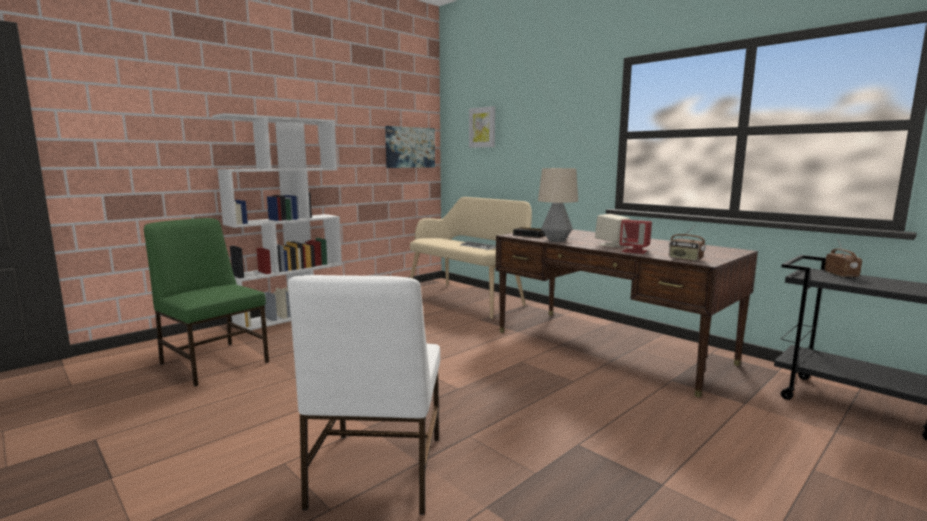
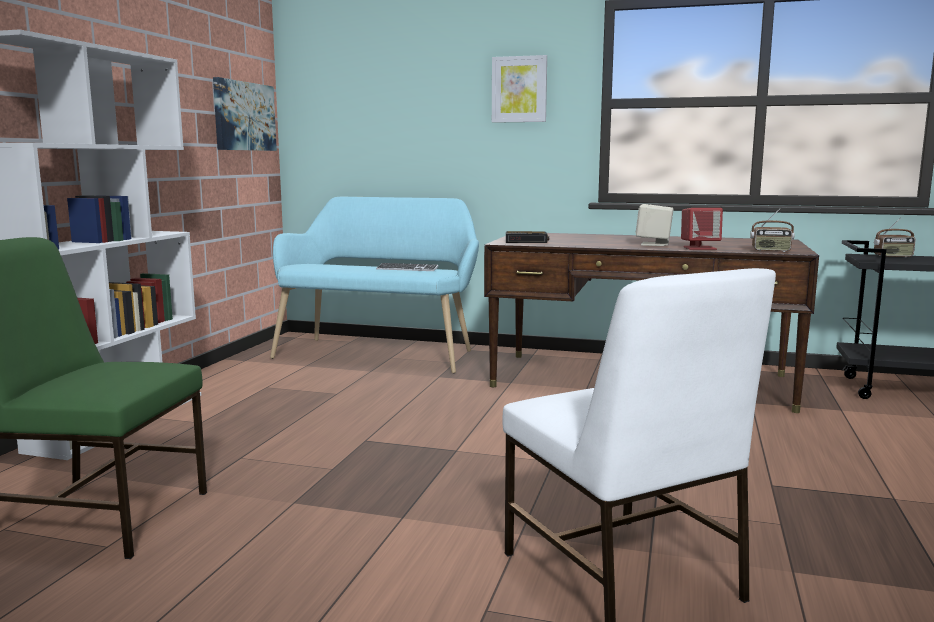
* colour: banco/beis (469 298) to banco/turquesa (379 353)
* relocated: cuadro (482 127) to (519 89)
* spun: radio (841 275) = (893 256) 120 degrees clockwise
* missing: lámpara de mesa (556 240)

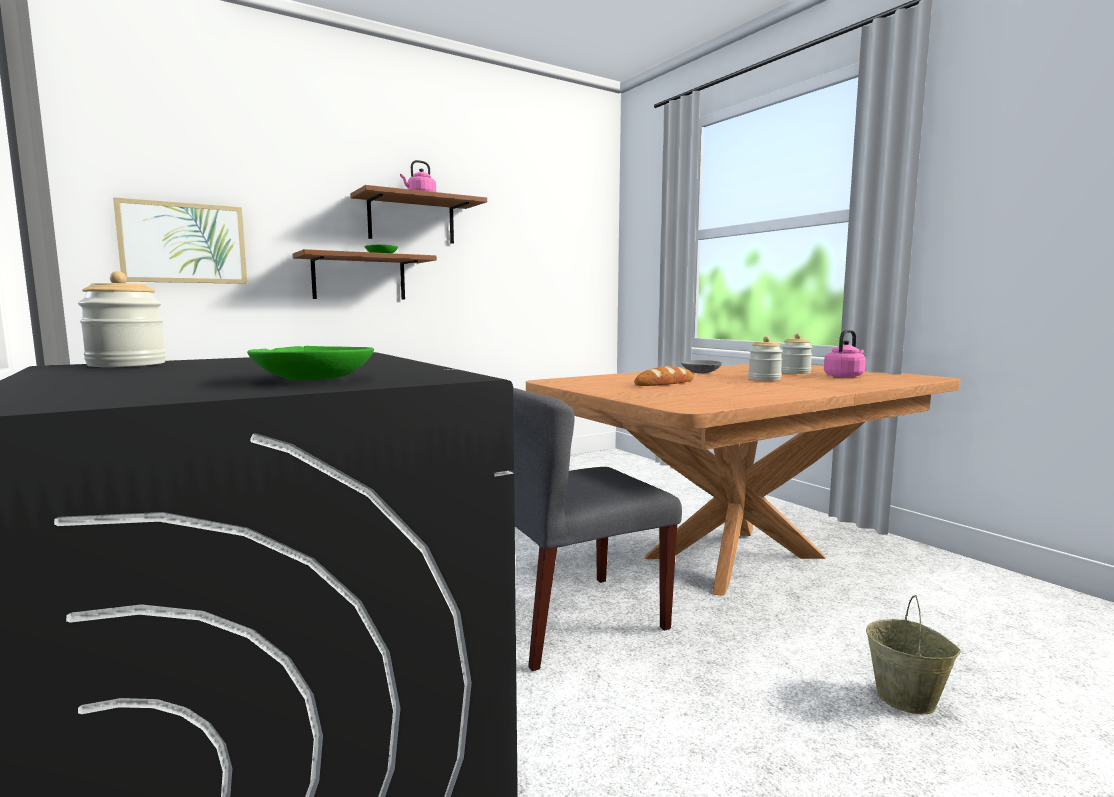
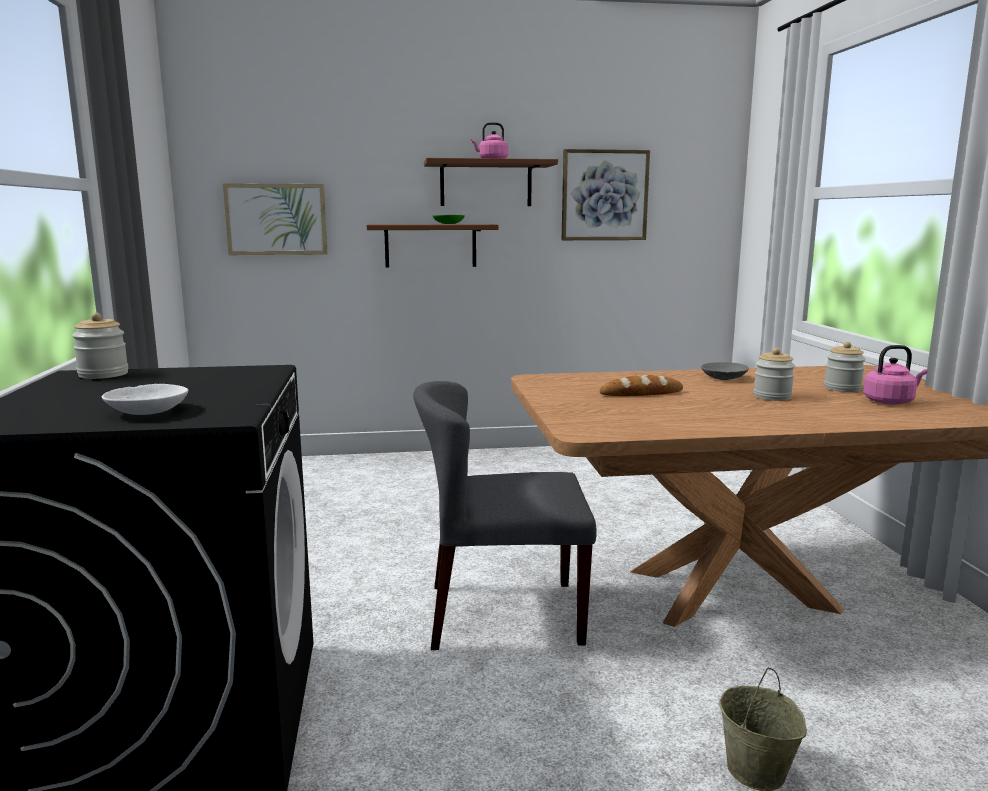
* colour: cuenco/verde (313 379) to cuenco/blanco (148 411)
* appeared: cuadro (604 195)

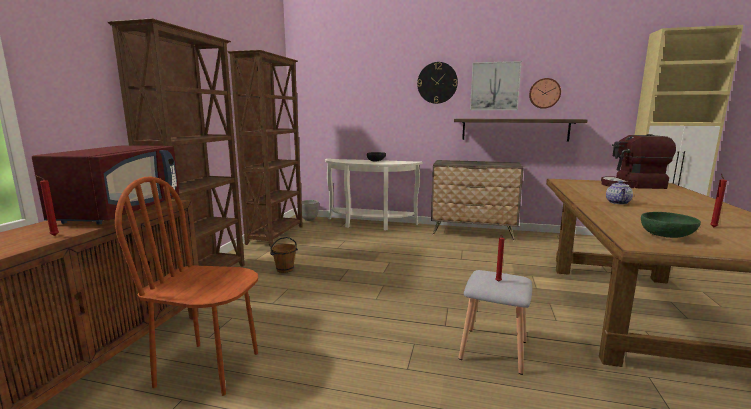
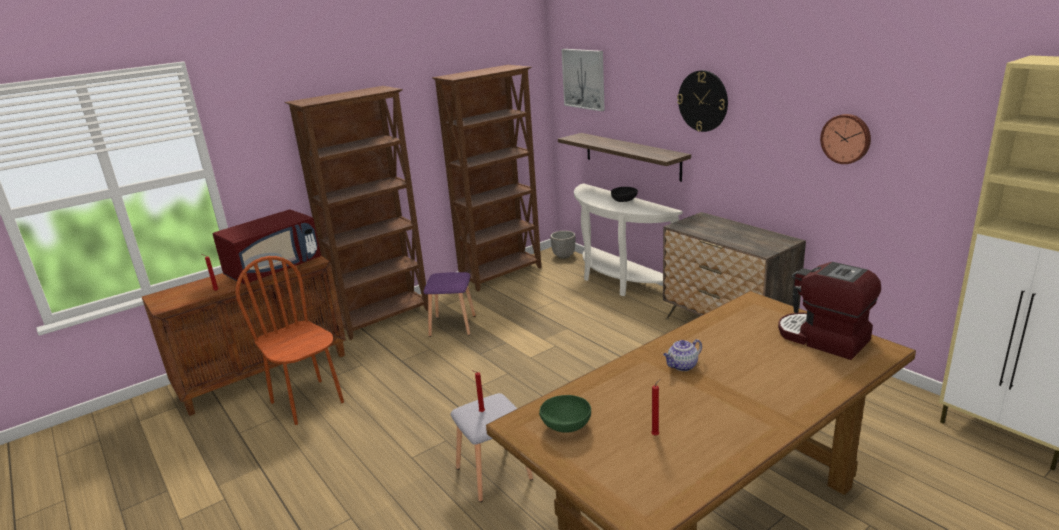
* exchanged: cubo/marrón (285 269) to taburete/morado (453 325)
* relocated: estante (514 129) to (631 156)
* relocated: cuadro (494 86) to (584 79)

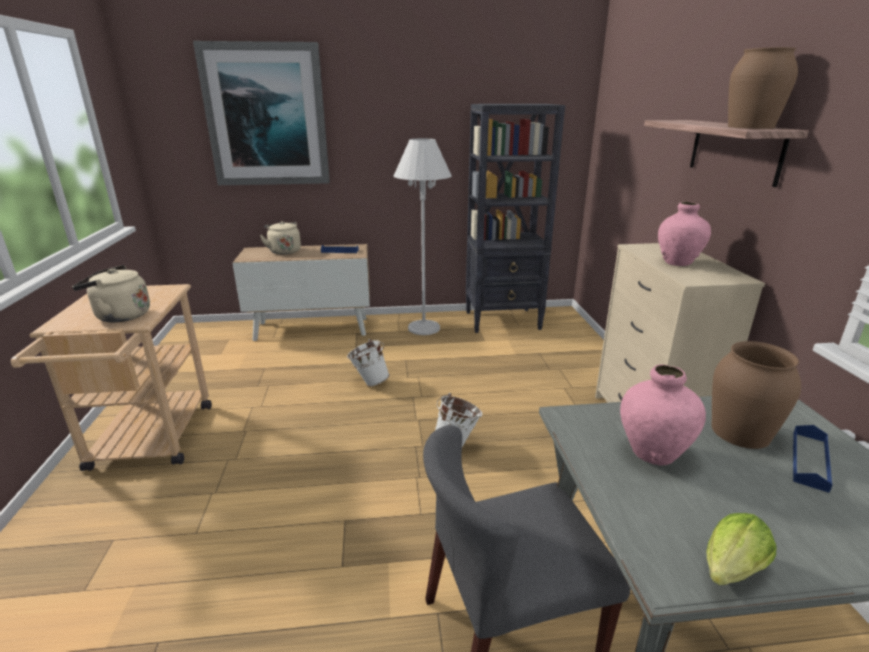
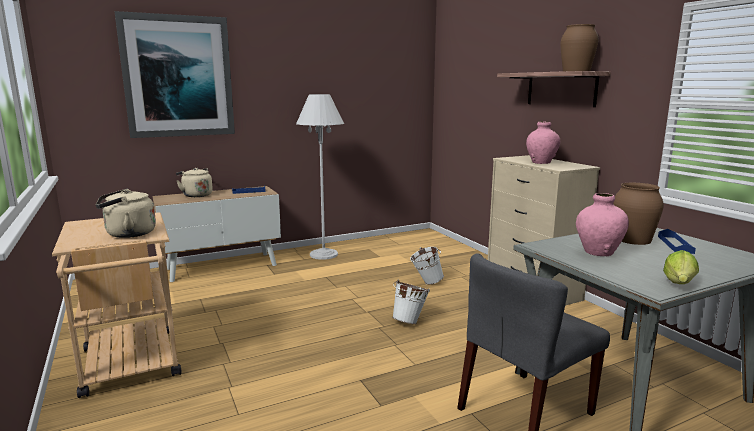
* relocated: cubo/blanco (369 382) to (426 282)
* missing: estantería/negro (503 320)

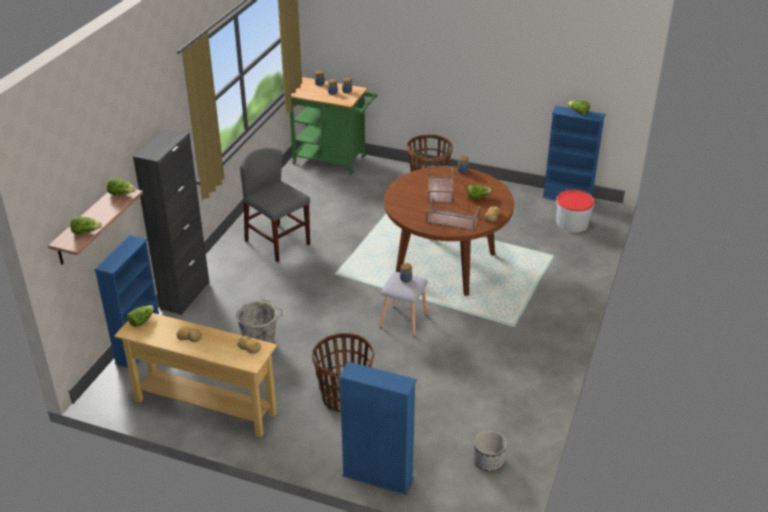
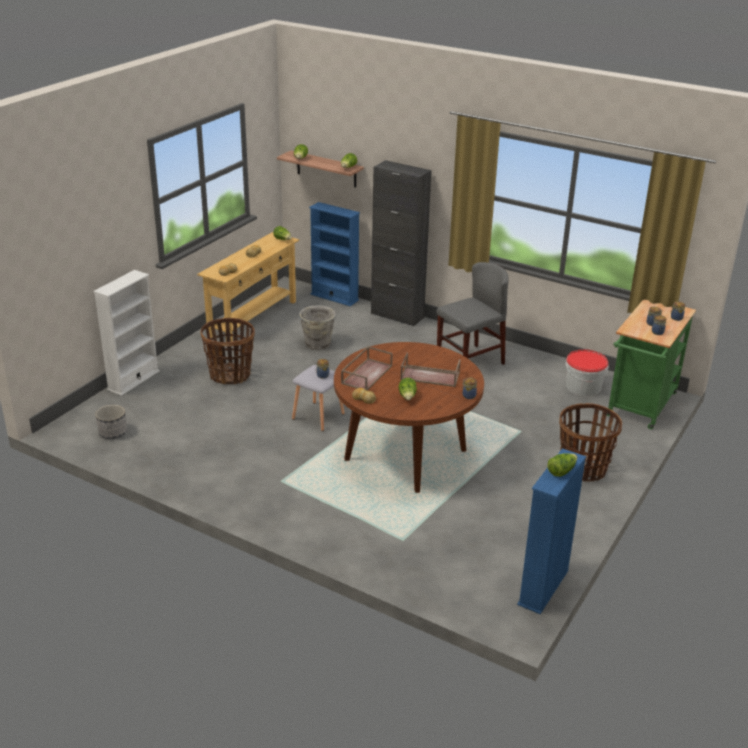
* colour: estantería/azul (378 477) to estantería/blanco (133 380)
* relocated: cubo (572 223) to (583 386)

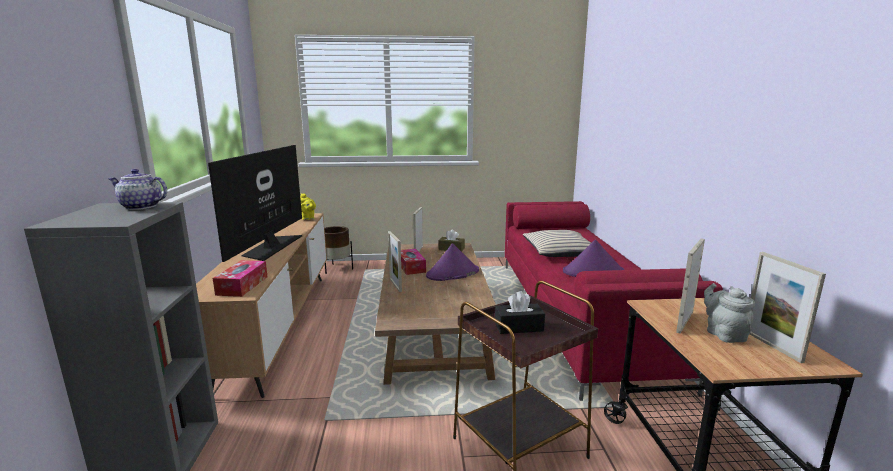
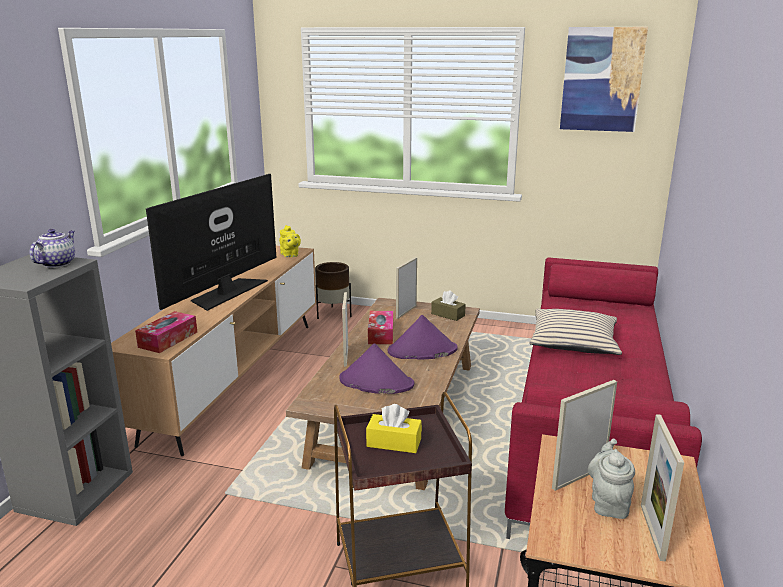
* spun: tetera (140 207) = (57 263) 75 degrees clockwise
* relocated: sombrero/morado (593 272) to (376 382)
* colour: caja de pañuelos/negro (519 327) to caja de pañuelos/amarillo (394 442)
* appeared: cuadro (602 79)

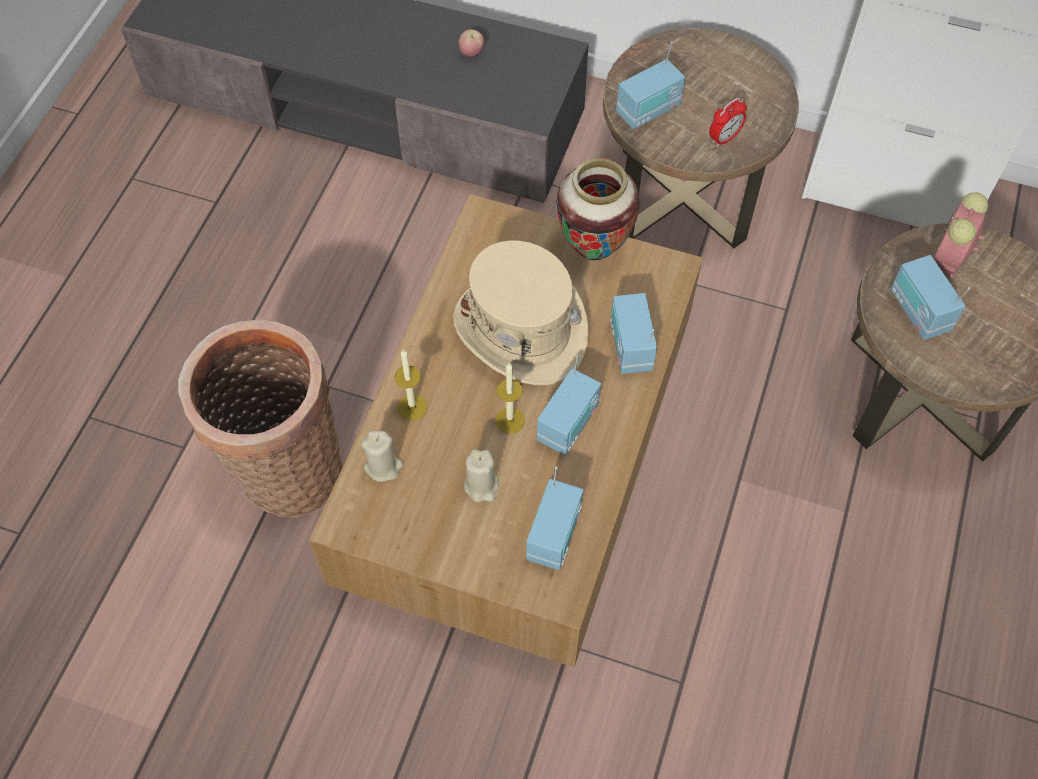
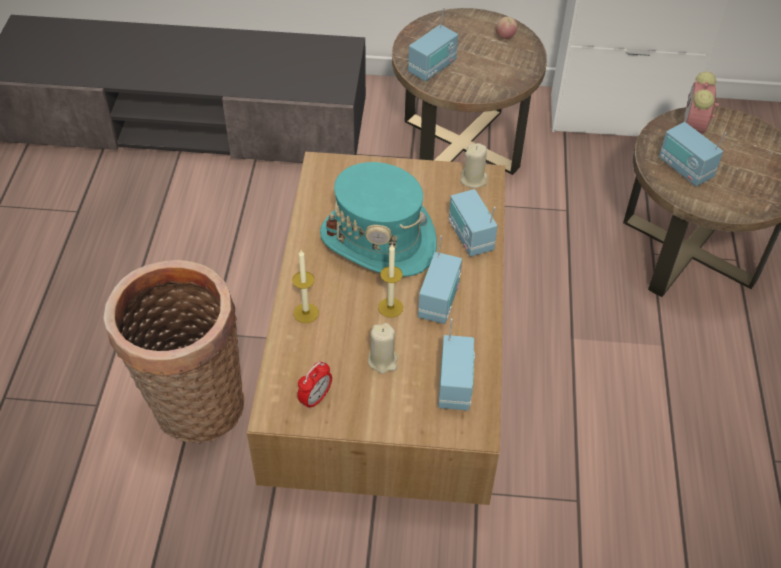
* relocated: despertador (724 138) to (315 398)
* colour: sombrero/beis (521 330) to sombrero/turquesa (378 240)
* relocated: vela/beis (383 466) to (473 179)
* relocated: manzana (471 53) to (505 37)
* missing: florero (594 250)

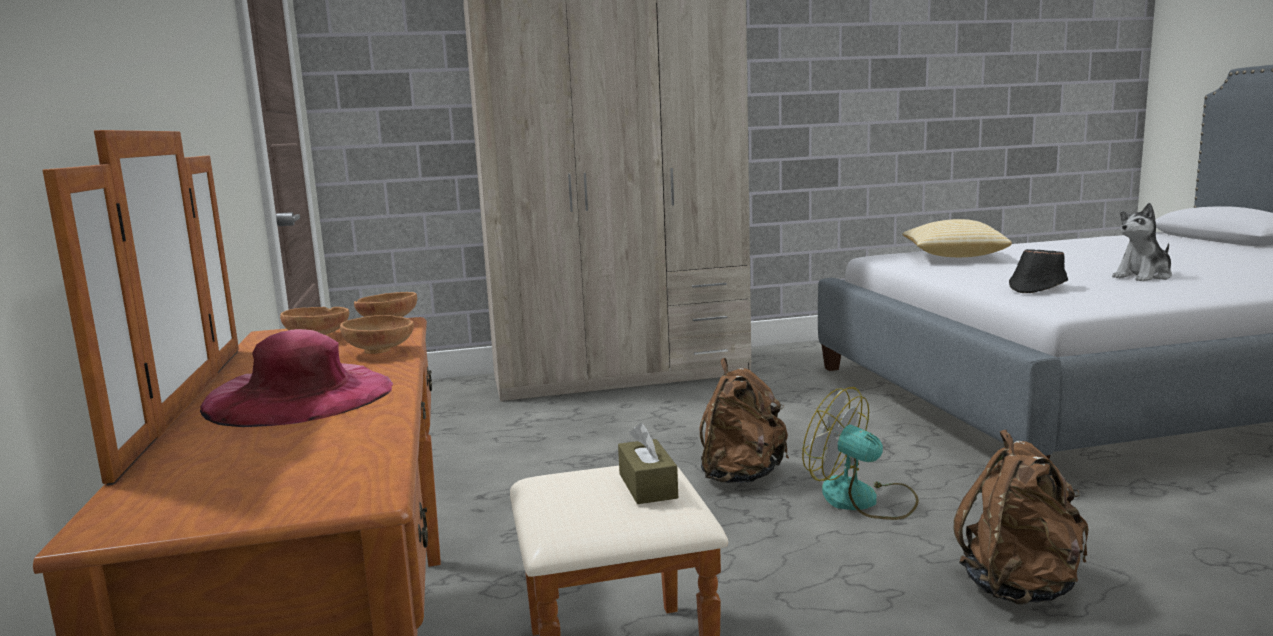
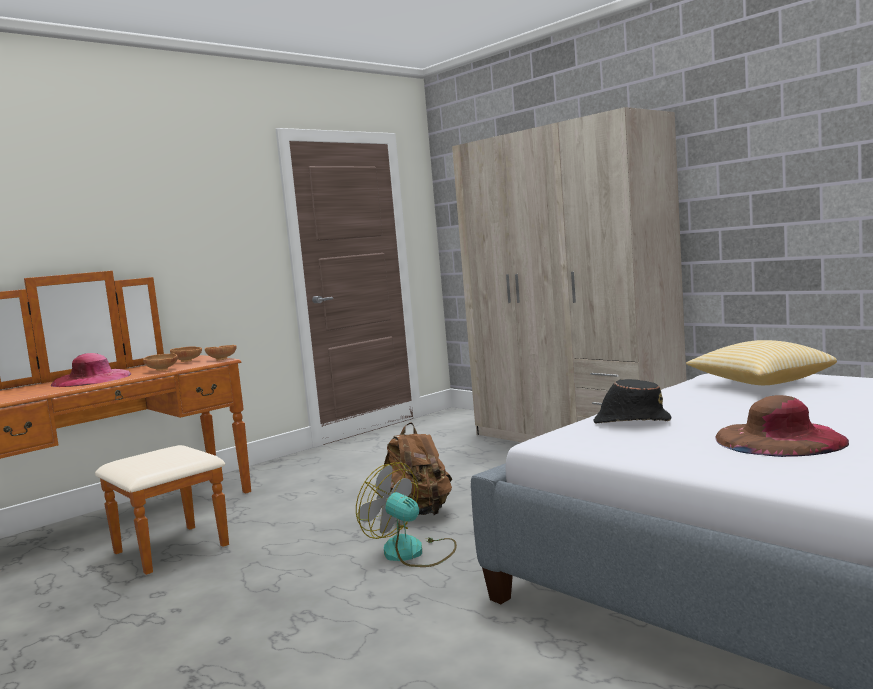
* spun: ventilador (862 500) = (412 553) 60 degrees counterclockwise
* exchanged: peluche (1143 276) to sombrero/marrón (779 439)
* missing: caja de pañuelos/marrón (647 486)
* missing: mochila/marrón (1020 587)

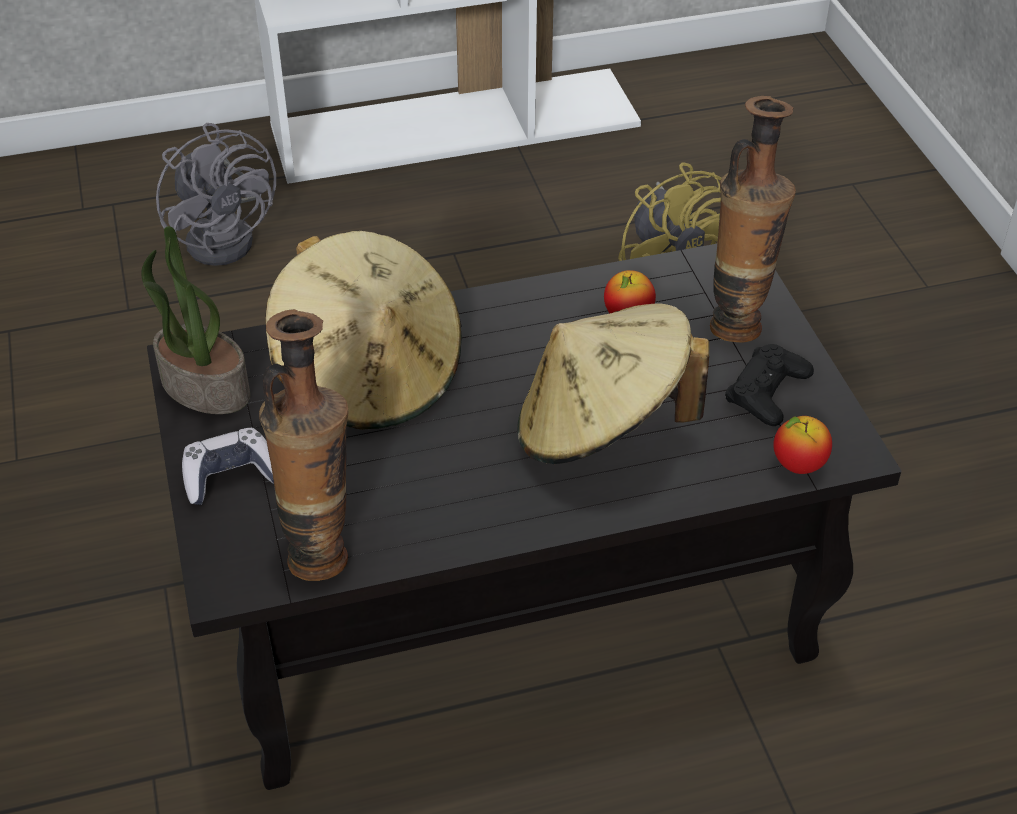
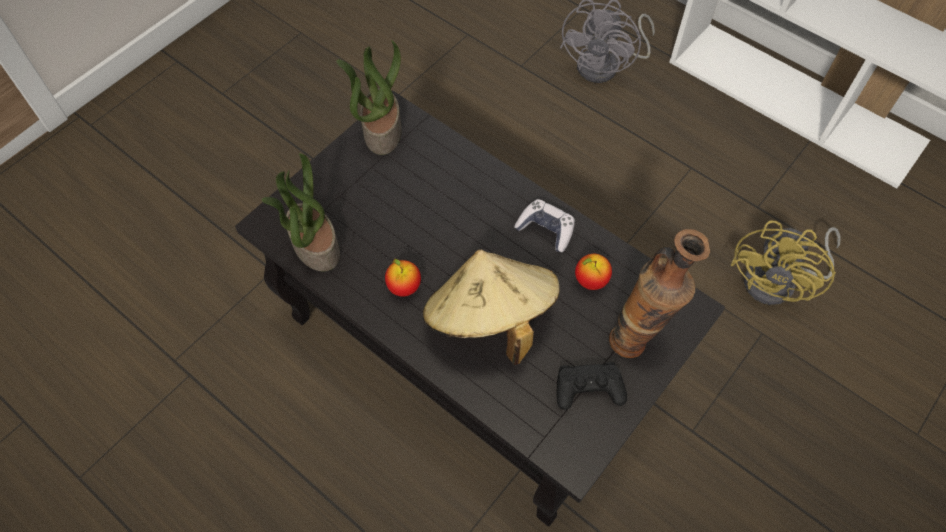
* exchanged: florero (320 547) to planta en maceta (314 246)
* relocated: manzana (798 465) to (404 287)
* relocated: mando de consola (230 476) to (546 230)
* missing: sombrero/beis (369 375)

